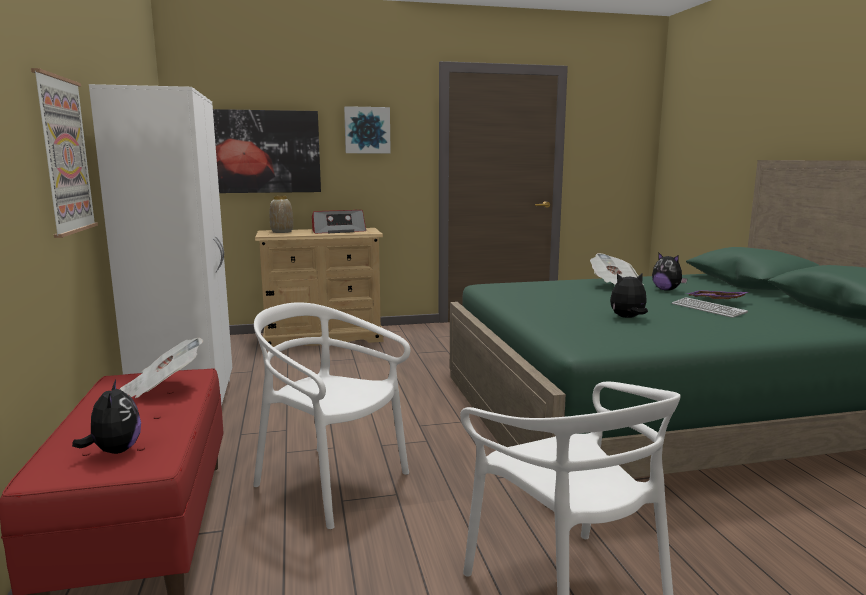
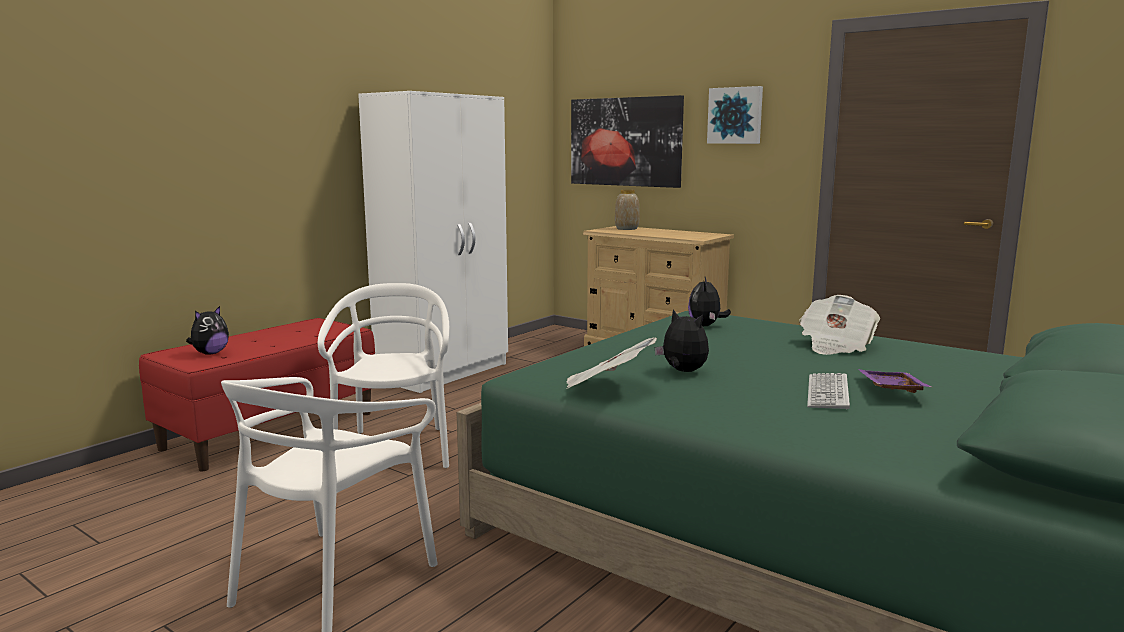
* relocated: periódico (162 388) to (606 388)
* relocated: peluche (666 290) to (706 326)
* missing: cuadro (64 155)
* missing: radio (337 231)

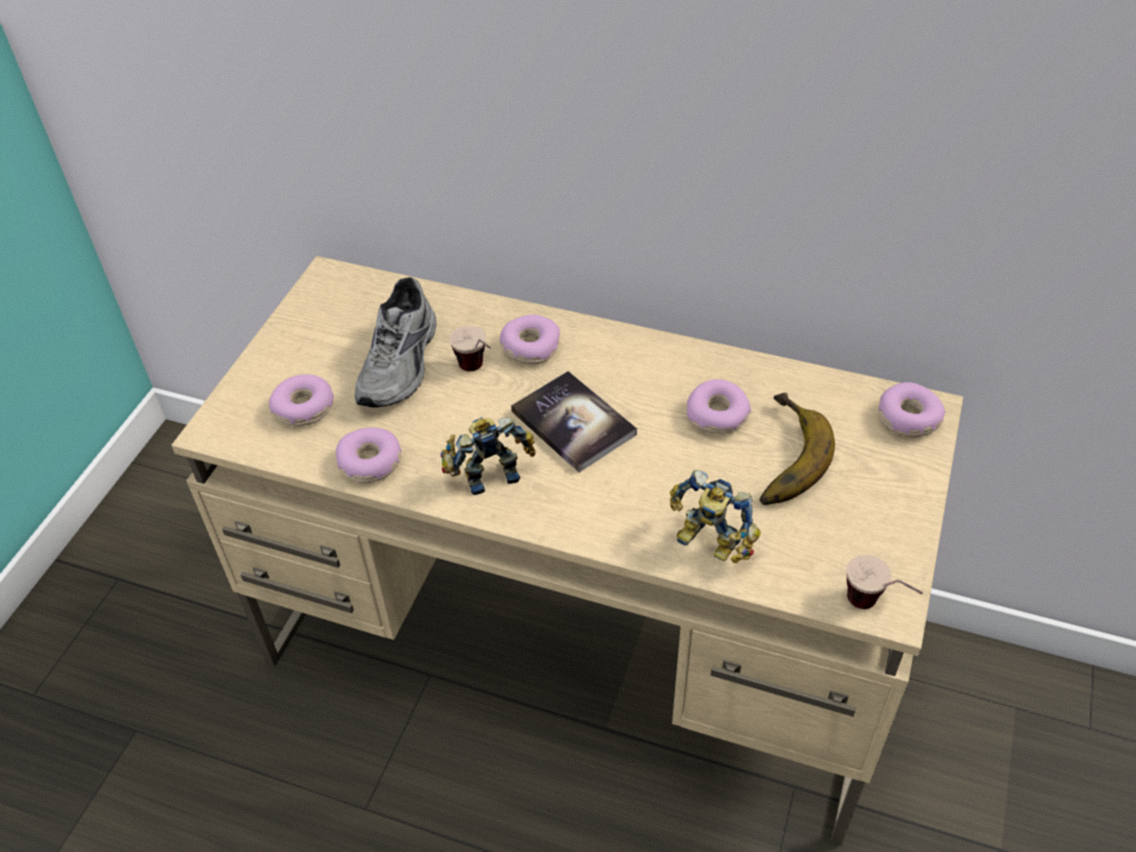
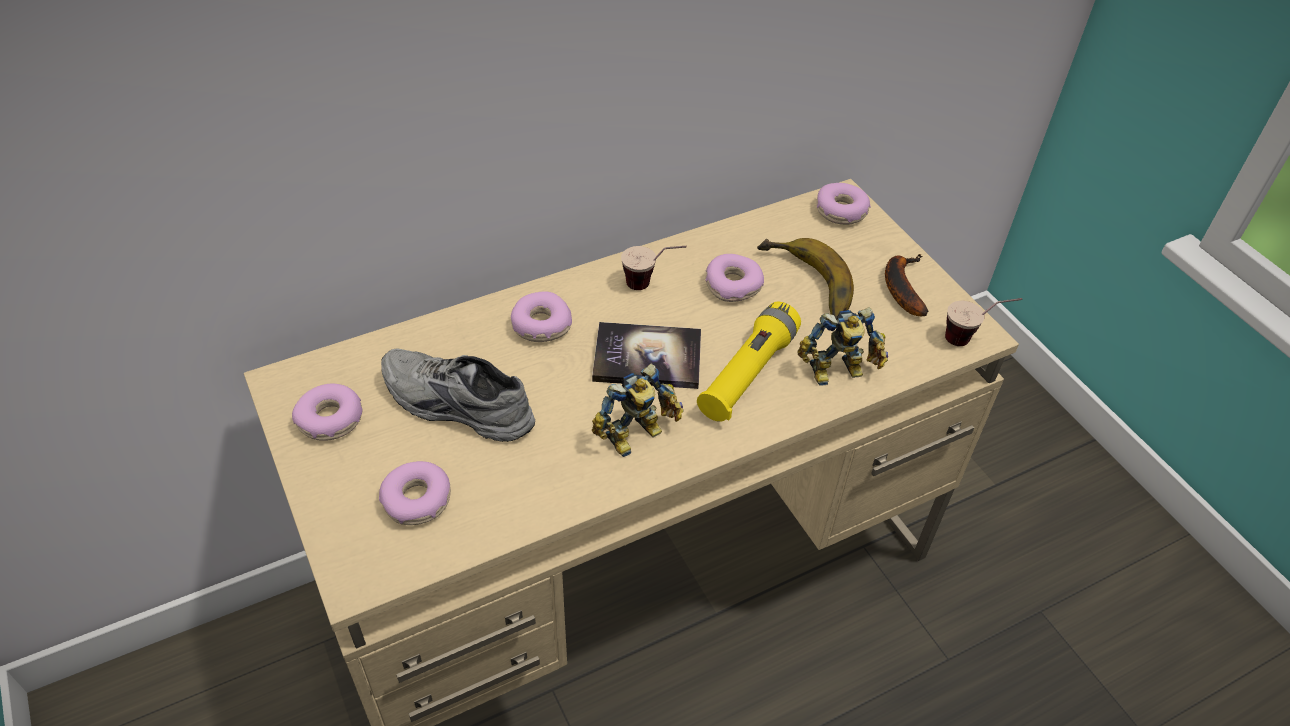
* relocated: rosquilla (370 463) to (331 419)
* spun: zapato/gris (402 364) = (455 407) 150 degrees clockwise
* spun: robot de juguete (489 473) = (638 437) 150 degrees counterclockwise
* relocated: taza (478 372) to (651 285)
* appeared: linterna/amarillo (747 374)
* appeared: plátano (901 287)

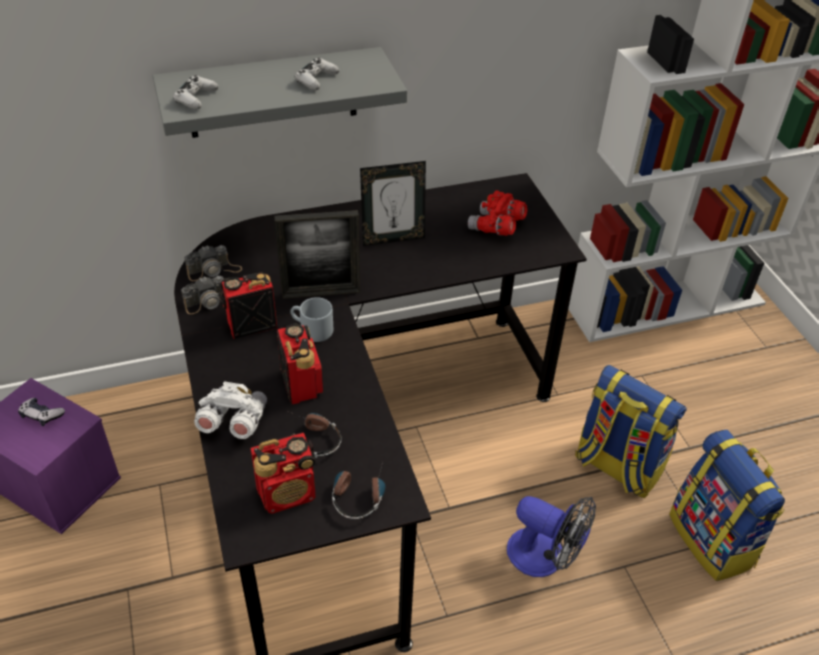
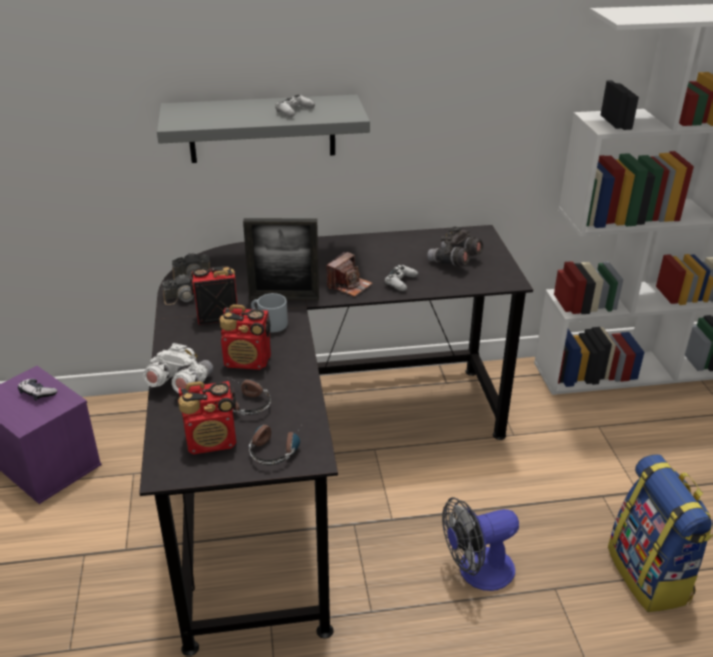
* spun: radio (301 383) = (248 361) 105 degrees clockwise
* appeared: cámara (349 285)
* relocated: mando de consola/blanco (196 98) to (400 282)
* colour: prismáticos/rojo (496 227) to prismáticos/gris (454 261)
* spun: ventilador (545 557) = (477 572) 120 degrees clockwise
* missing: portarretratos (393 238)
* missing: mochila (616 466)

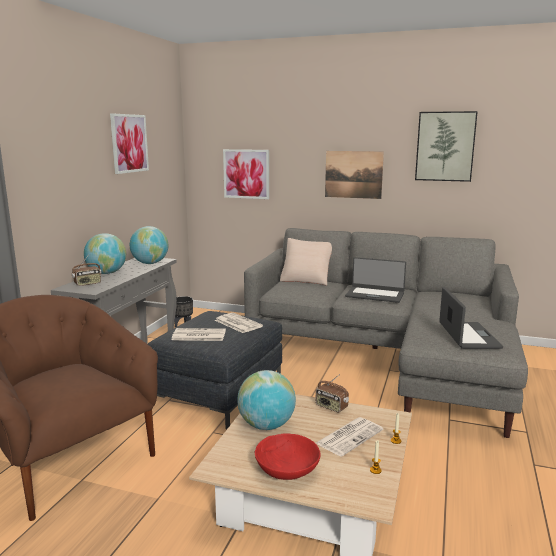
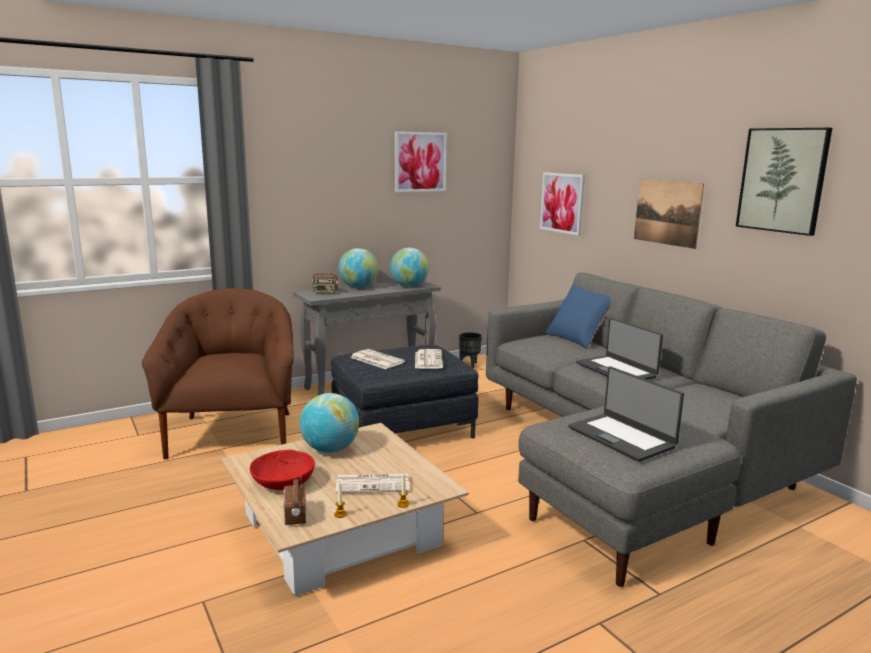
* relocated: radio (331 407) to (295 516)
* colour: cojín/beis (306 280) to cojín/azul (578 338)
* spun: portátil (467 336) = (622 437) 105 degrees clockwise

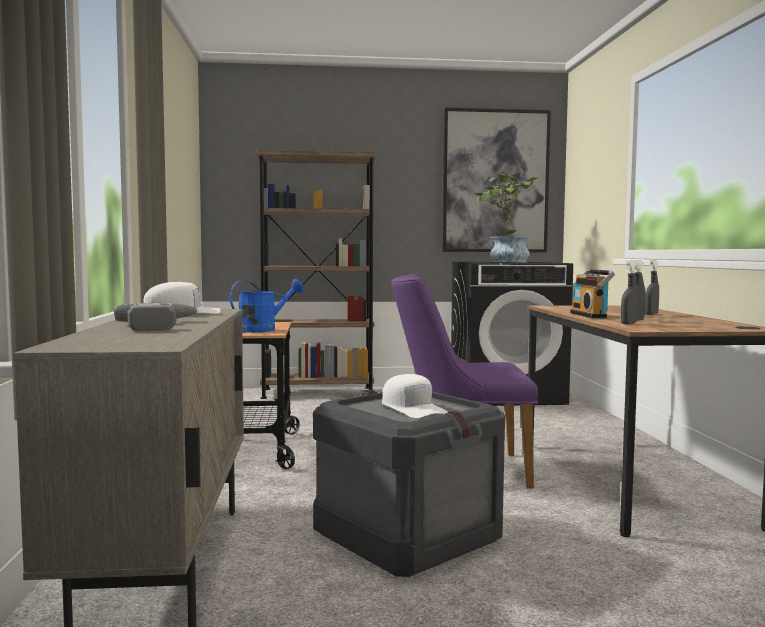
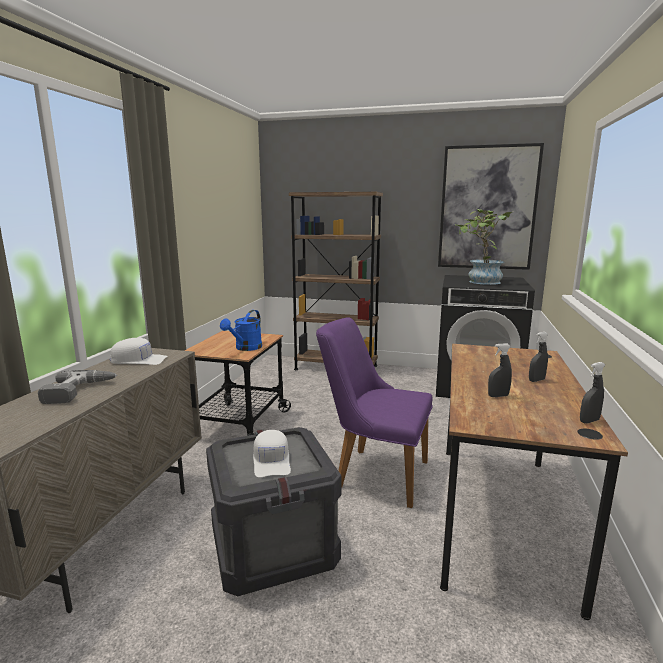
* spun: regadera/azul (263 329) = (245 348) 135 degrees clockwise
* relocated: pulverizador/gris (628 323) to (589 421)
* missing: radio (590 315)

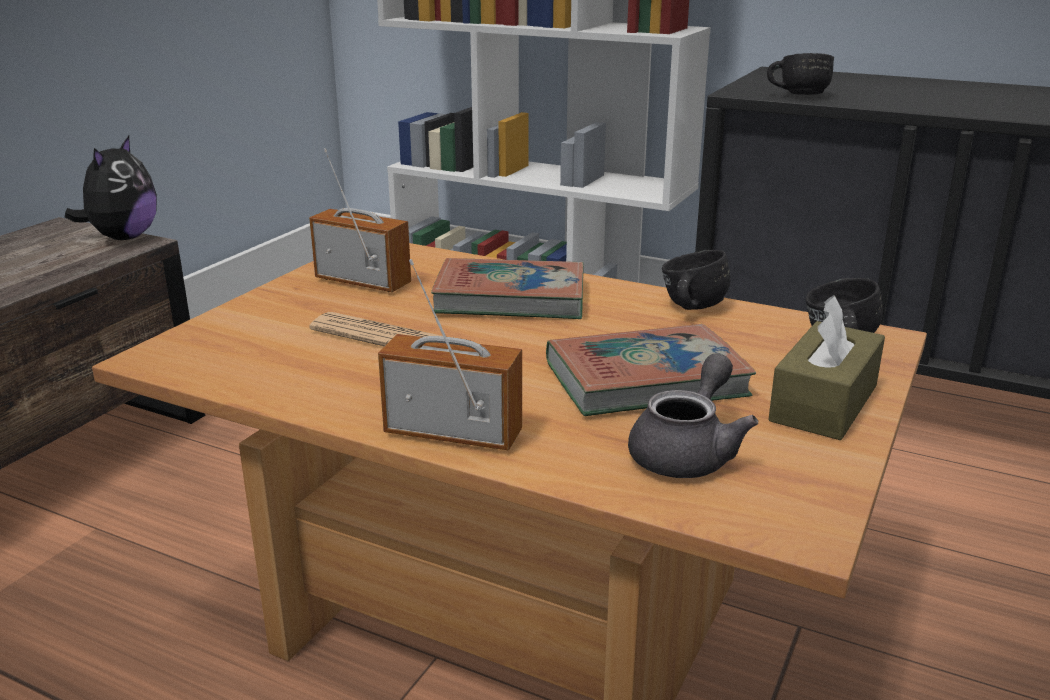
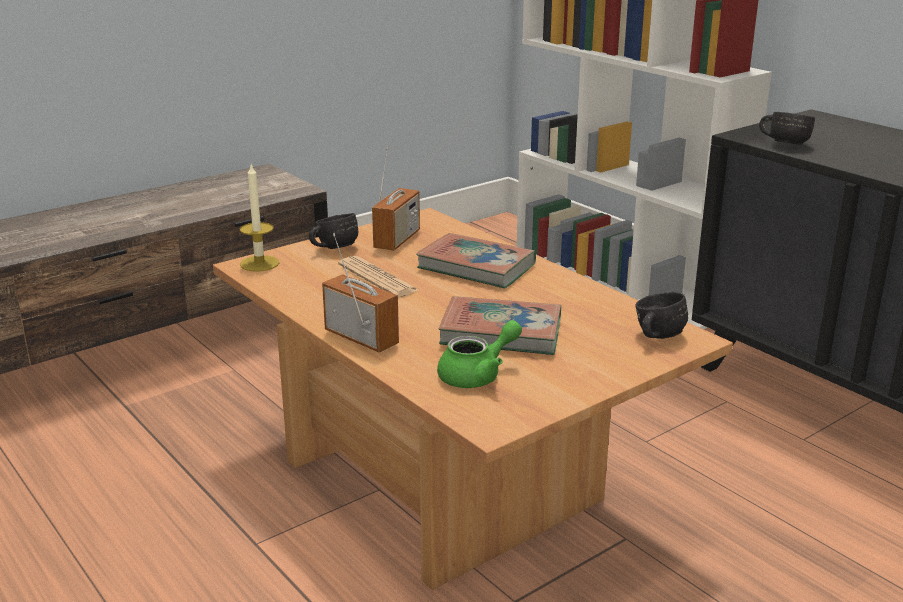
* appeared: vela (259 263)
* relocated: taza grande/negro (689 309) to (332 248)
* spun: radio (363 282) = (397 240) 60 degrees clockwise
* colour: tetera/gris (688 451) to tetera/verde (478 375)
* missing: peluche (123 237)
* missing: caja de pañuelos/marrón (824 403)

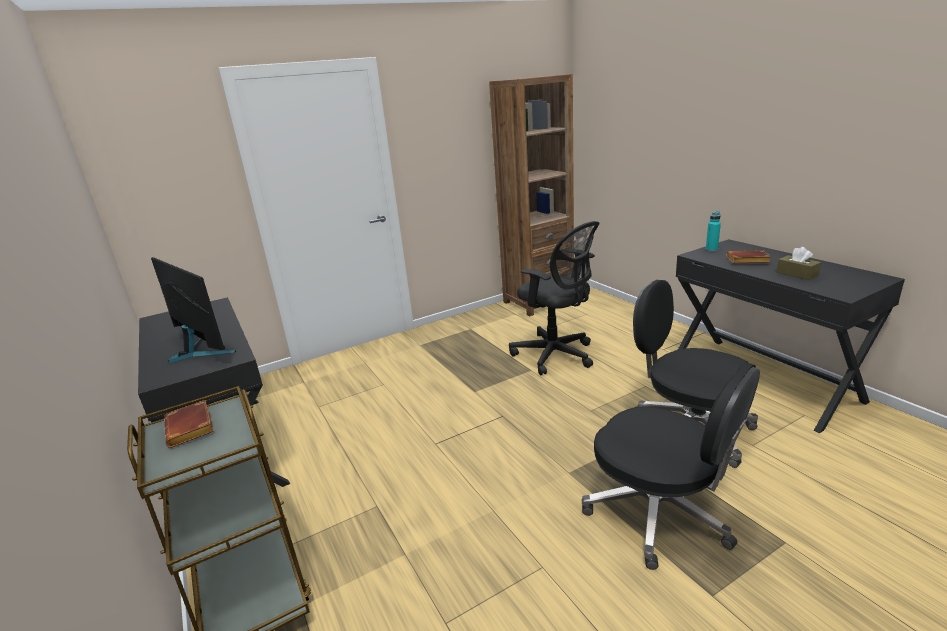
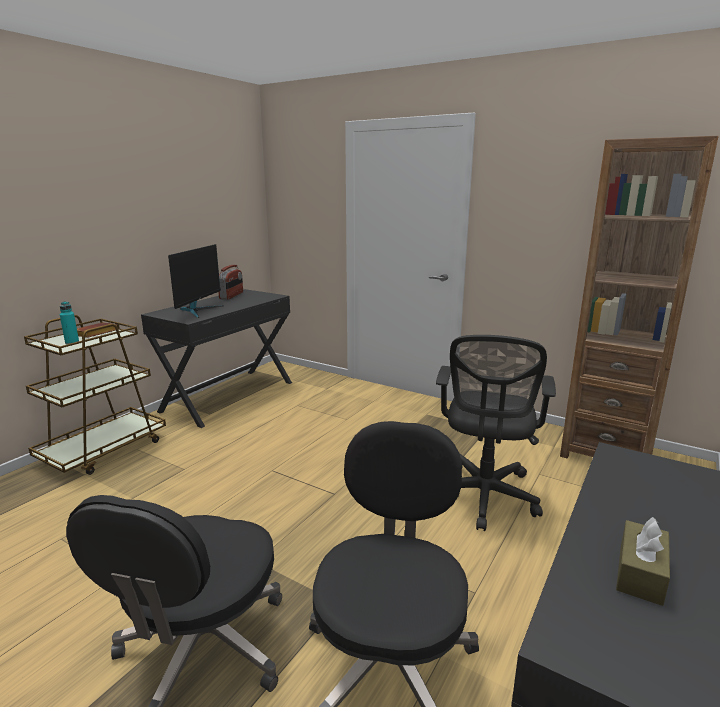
* relocated: botella/turquesa (711 249) to (72 342)
* appeared: radio (231 295)
* missing: libro/marrón (746 261)

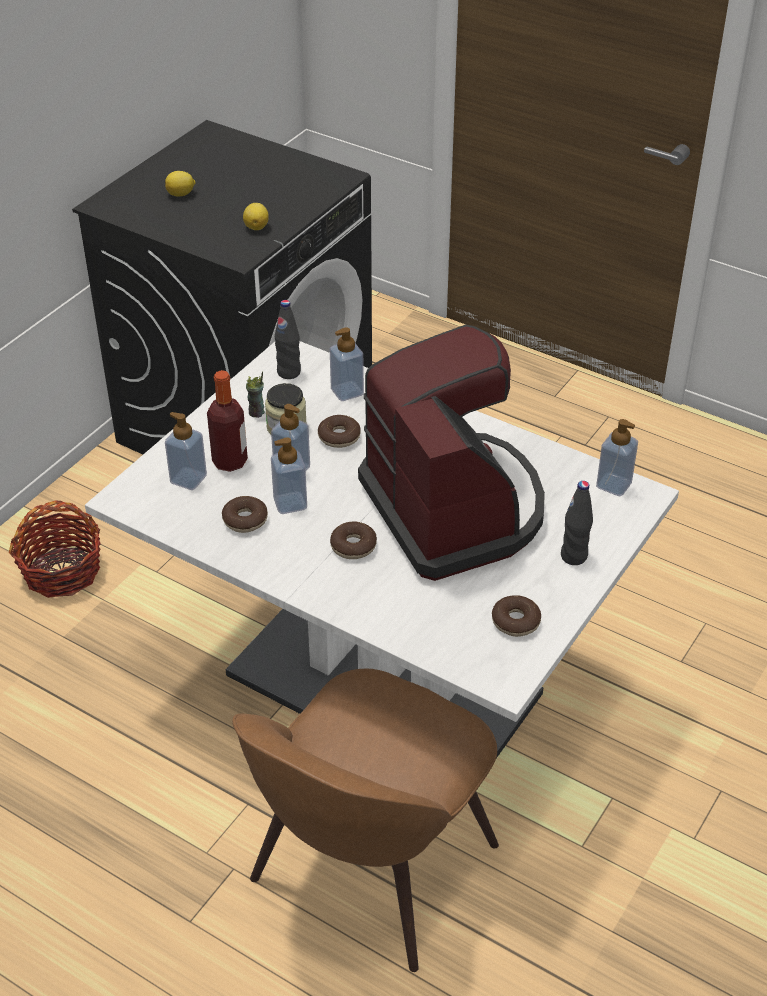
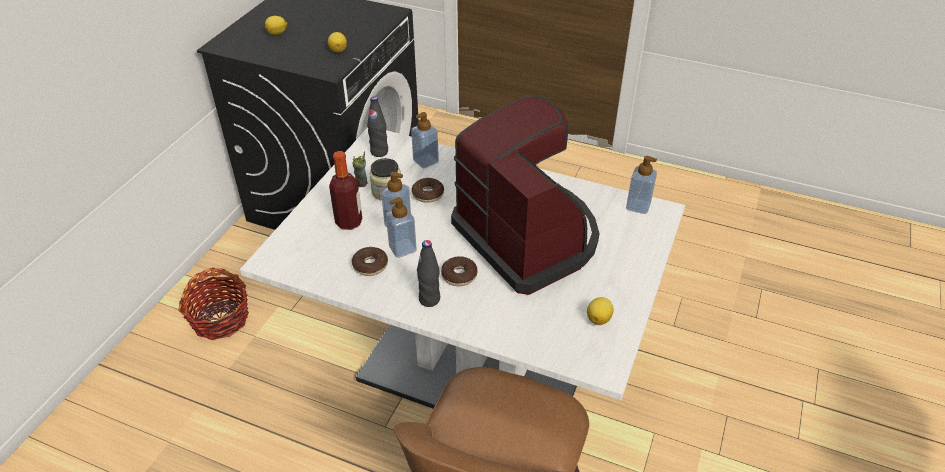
* relocated: botella/negro (574 556) to (429 299)
* exchanged: rosquilla (515 621) to limón (599 319)
* missing: dispensador de jabón (188 479)

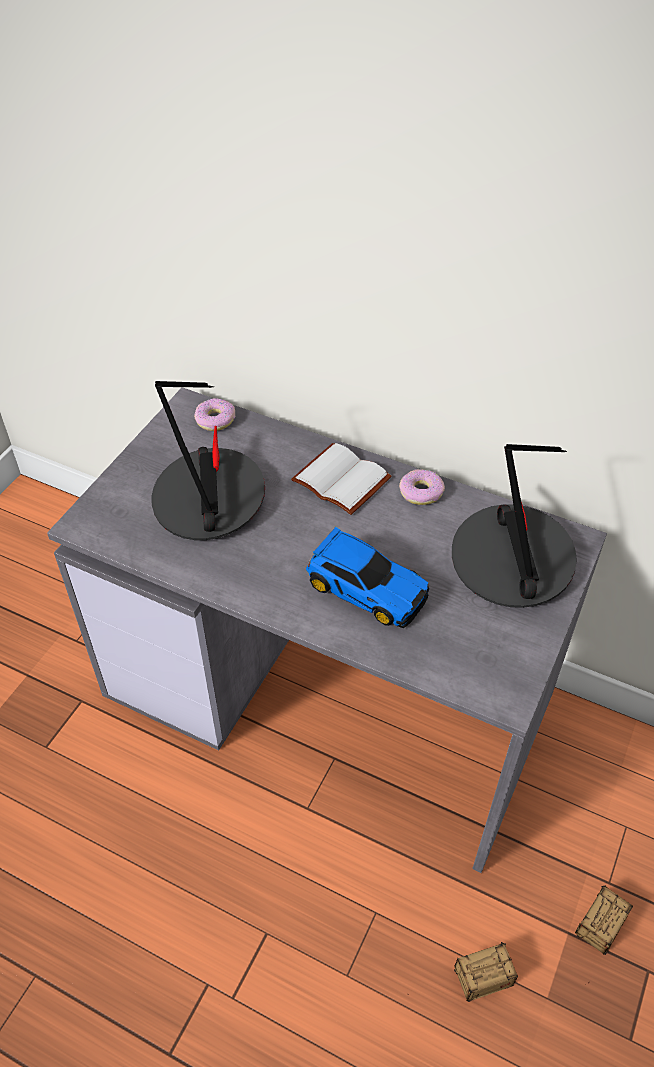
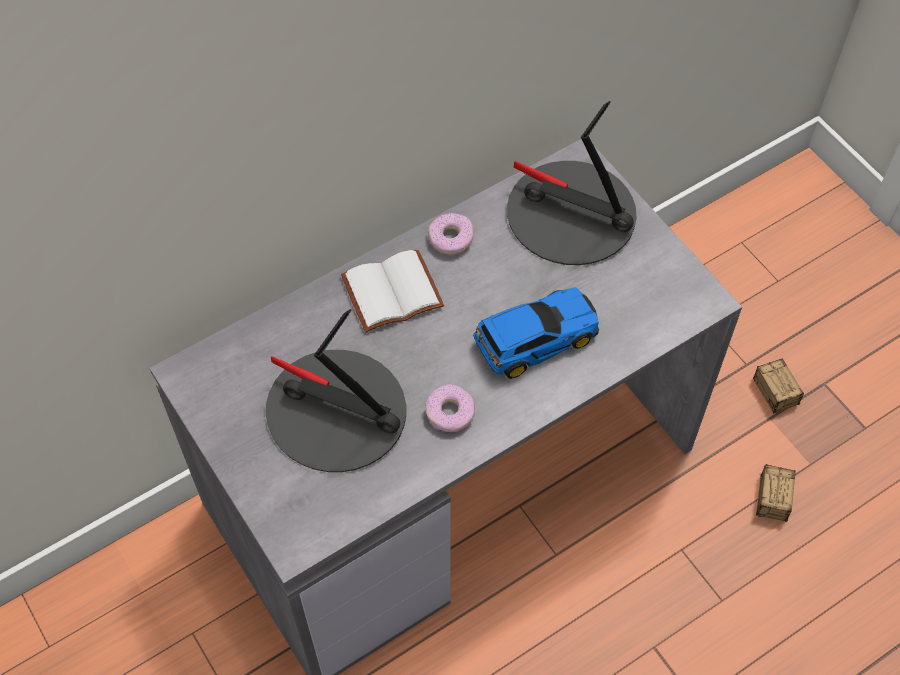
* relocated: rosquilla (215 420) to (449 413)

